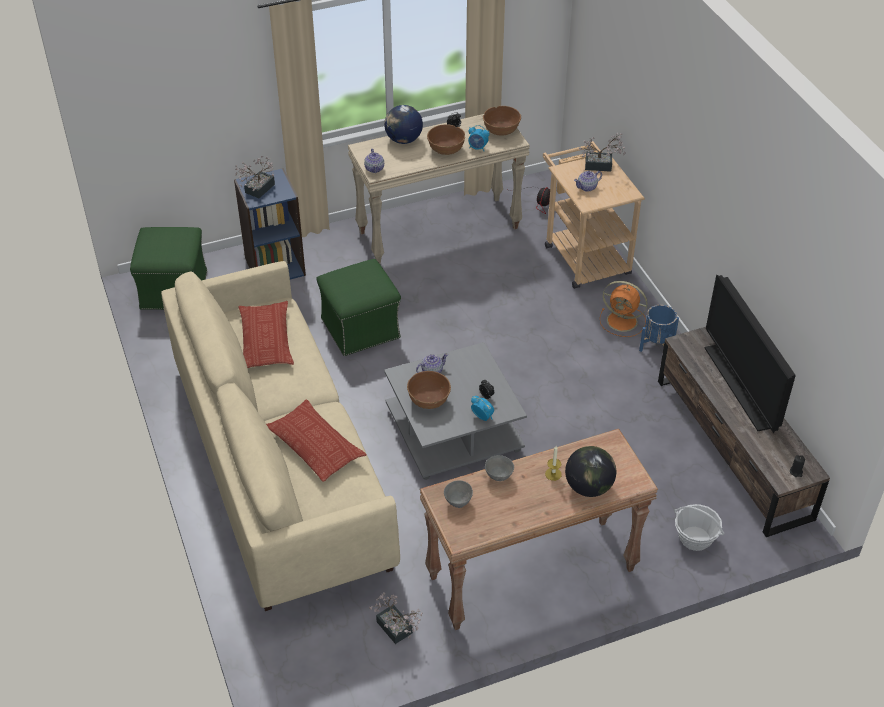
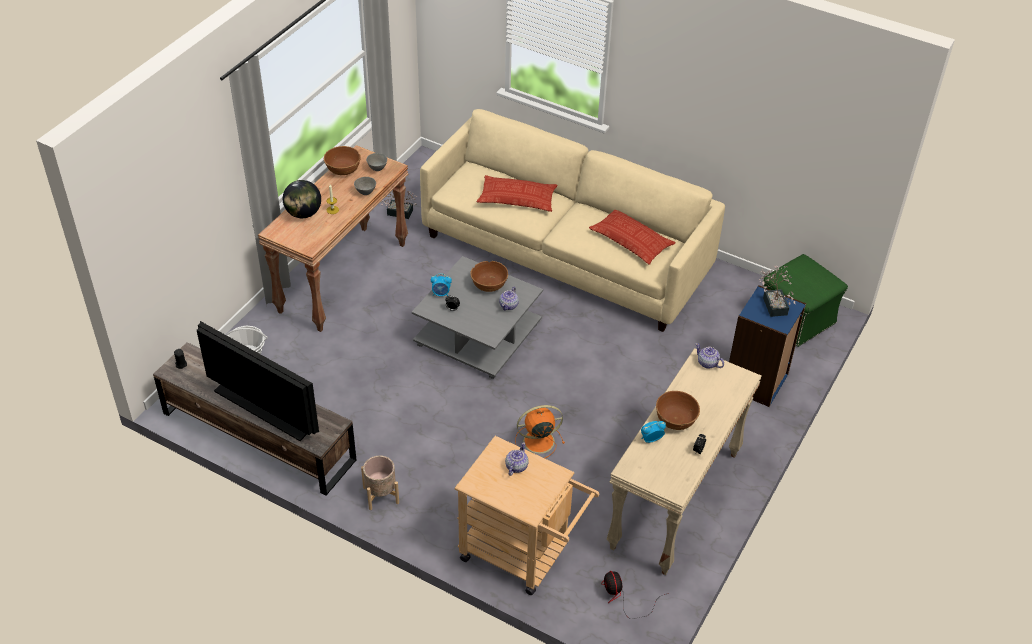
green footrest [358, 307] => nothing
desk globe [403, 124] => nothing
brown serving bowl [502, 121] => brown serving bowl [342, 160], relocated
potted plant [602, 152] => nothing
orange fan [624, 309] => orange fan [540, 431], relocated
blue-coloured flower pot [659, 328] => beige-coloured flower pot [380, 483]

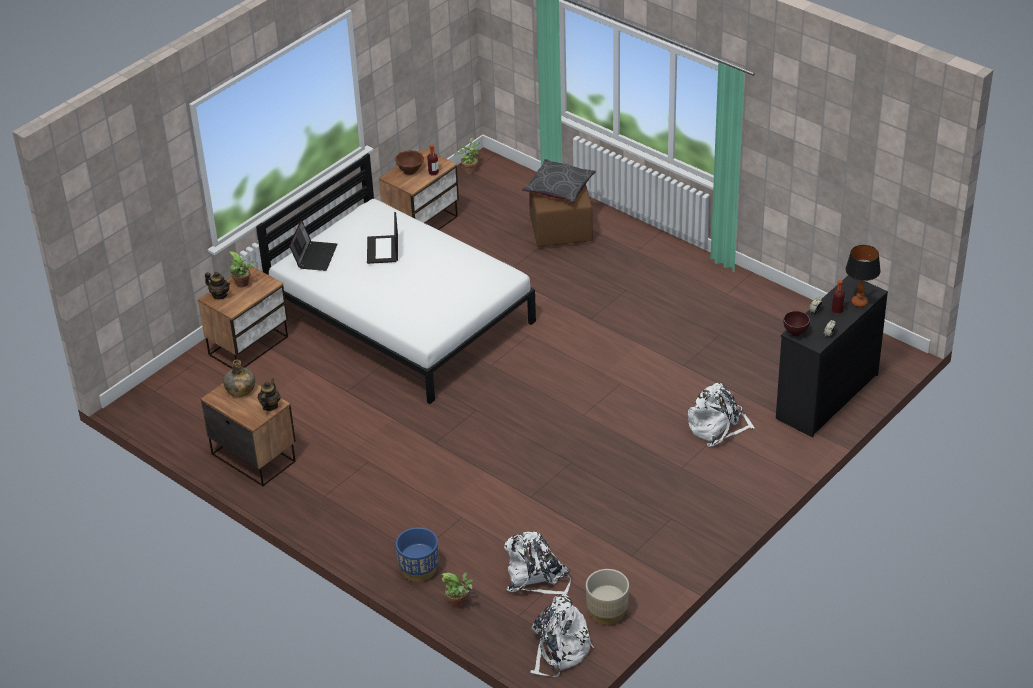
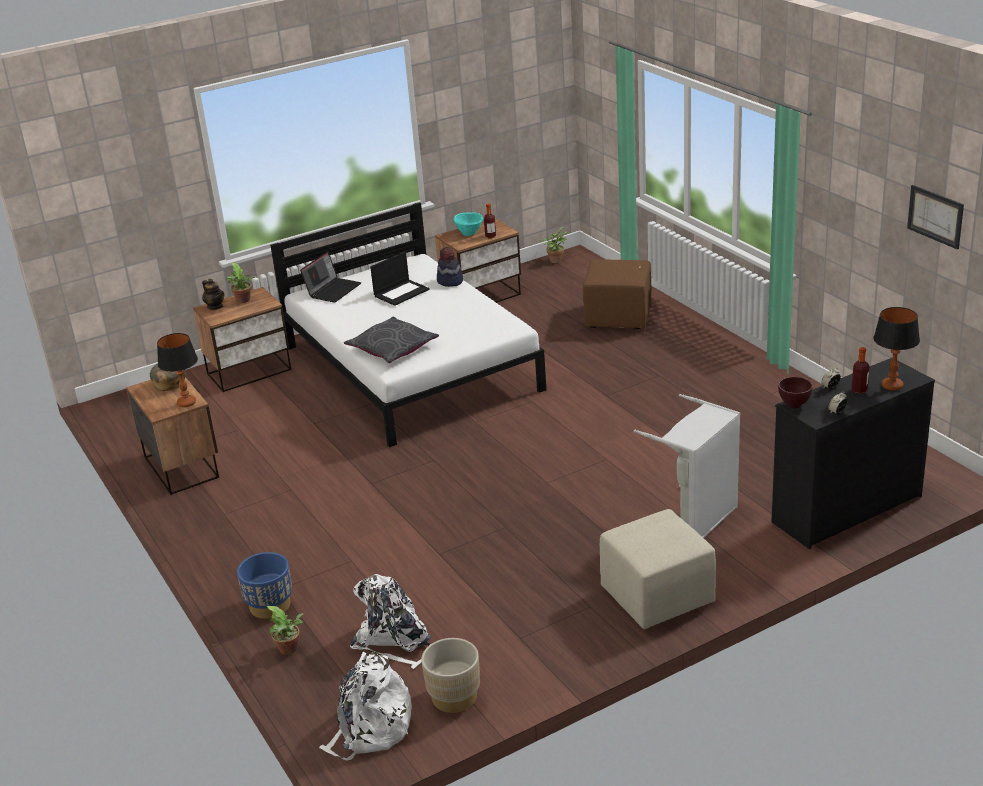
pot for tea [269, 394] => tabletop lamp [177, 370]
portable computer [382, 238] => portable computer [400, 278], 150 degrees counterclockwise
brown serving bowl [409, 162] => turquoise-coloured serving bowl [468, 224]
grey pillow [559, 181] => grey pillow [391, 340], relocated
white rucksack [721, 415] => grey washing basket [687, 466]
nothing => hat [450, 267]
nothing => beige-coloured footrest [658, 569]
nothing => picture [935, 217]

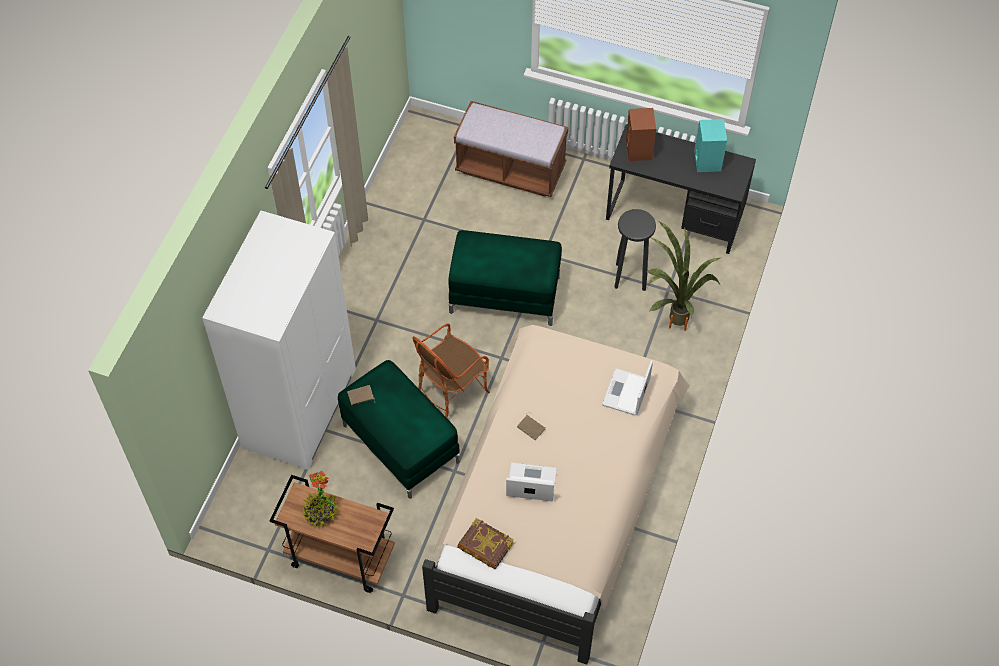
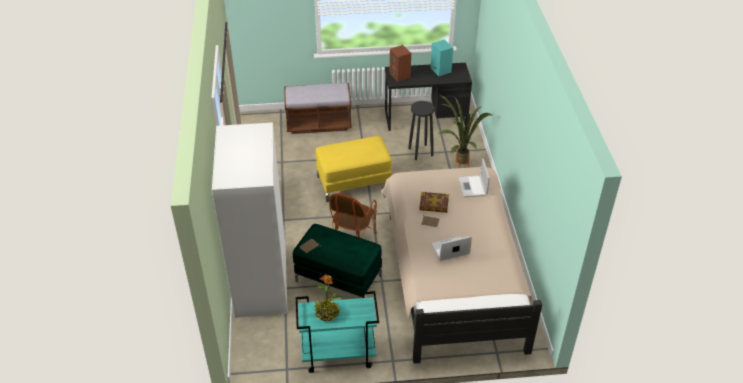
brown trolley [332, 534] => turquoise-coloured trolley [337, 332]
green footrest [505, 278] => yellowish footrest [354, 169]
bound book [485, 543] => bound book [434, 202], relocated

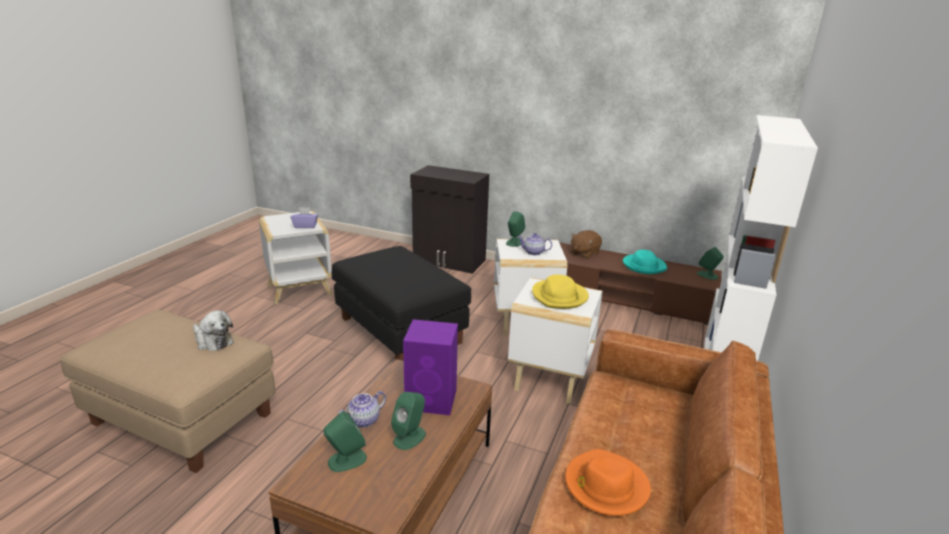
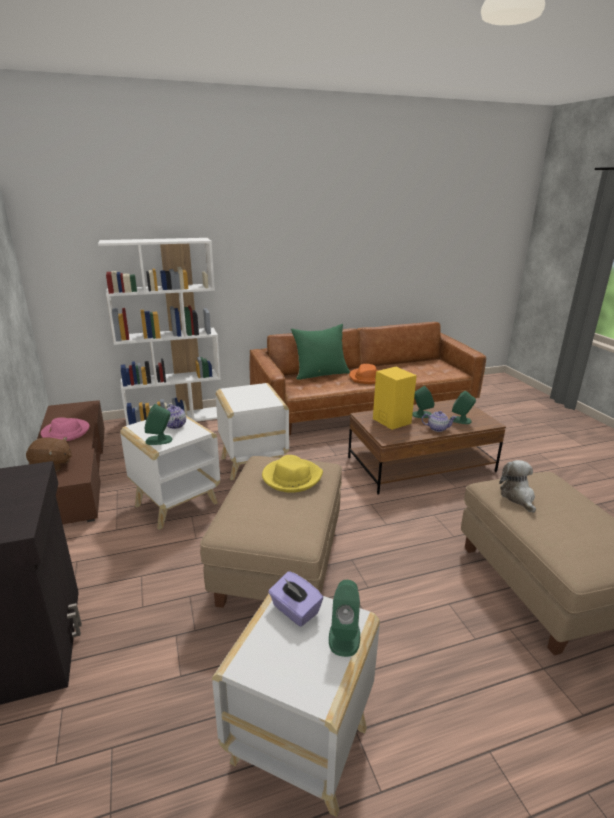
black-coloured footrest [402, 303] => beige-coloured footrest [271, 532]
purple-coloured loudspeaker [430, 367] => yellowish loudspeaker [395, 398]
yellowish hat [560, 291] => yellowish hat [292, 474], relocated
turquoise-coloured hat [645, 262] => pinkish hat [65, 429]
green loudspeaker [710, 263] => green loudspeaker [344, 618], relocated
nothing => green pillow [320, 352]

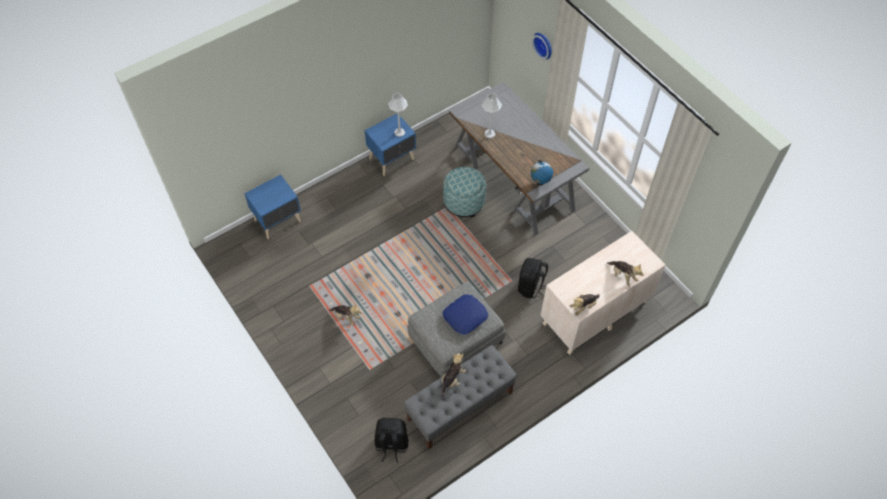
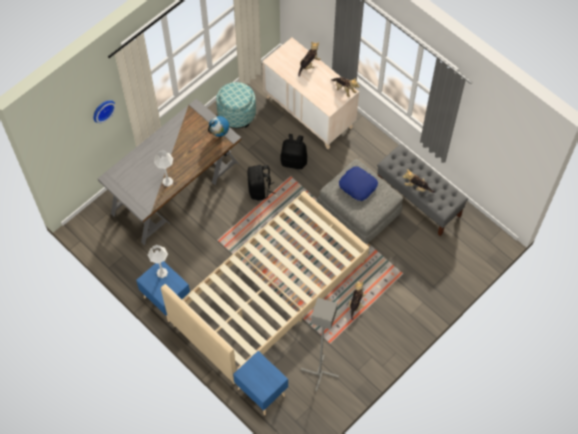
black-coloured rucksack [391, 440] => black-coloured rucksack [261, 183], relocated
footrest [464, 192] => footrest [236, 105], relocated
nothing => beige-coloured bed [265, 287]
nothing => grey standard lamp [320, 344]

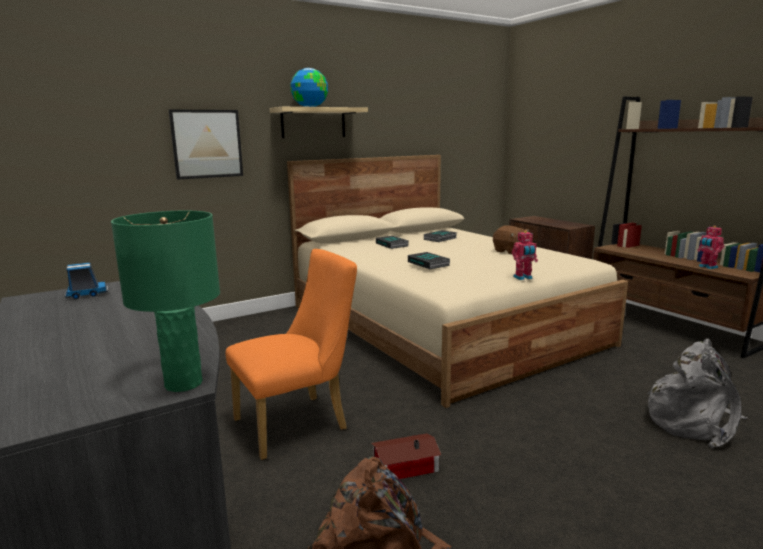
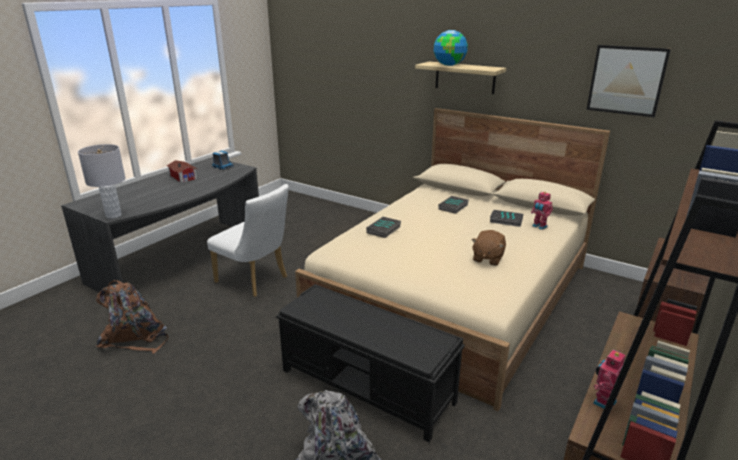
green tabletop lamp [165, 301] => grey tabletop lamp [102, 181]
picture [206, 144] => picture [628, 81], relocated
orange upright chair [291, 354] => white upright chair [248, 240]
miniature house [406, 456] => miniature house [182, 171], relocated
toy robot [525, 255] => toy robot [542, 211], relocated
nothing => black-coloured long seat [370, 363]

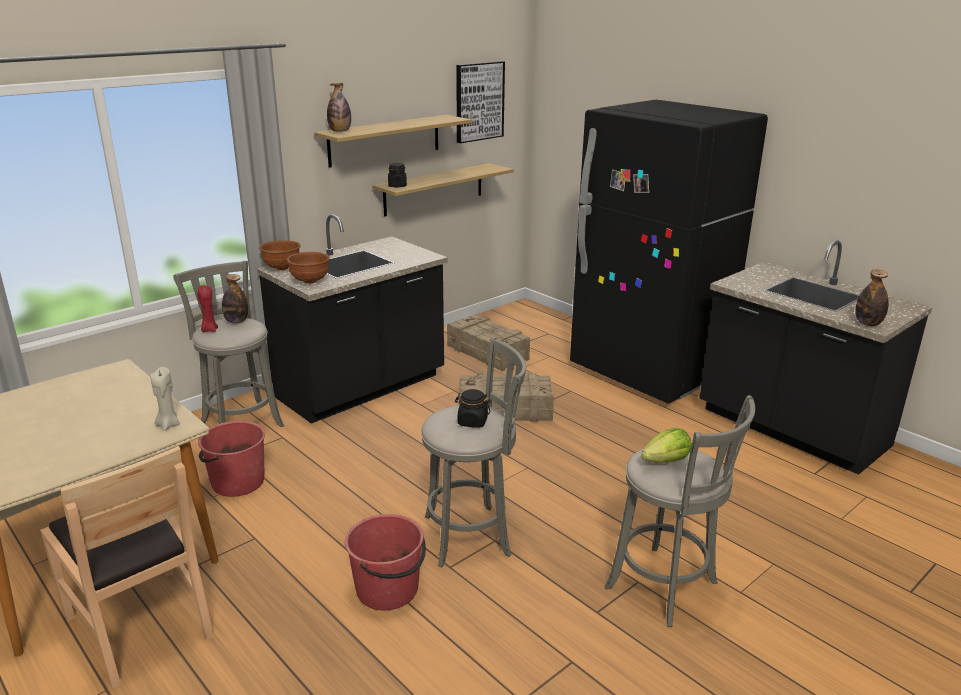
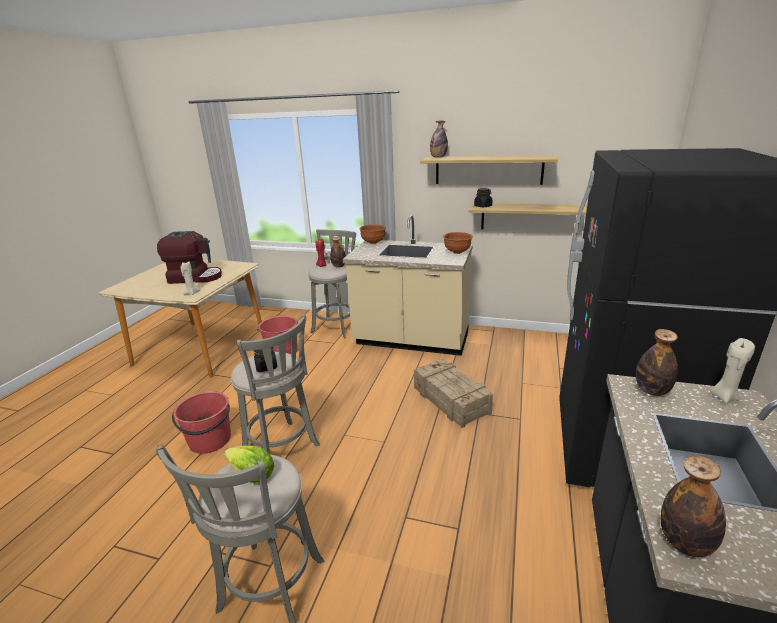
brown upright chair [127, 567] => nothing
black-coloured counter [352, 319] => beige-coloured counter [408, 285]
brown serving bowl [308, 267] => brown serving bowl [458, 243], relocated
shipping crate [488, 343] => nothing
picture [480, 102] => nothing
nothing => coffee brewer [189, 257]
nothing => bottle [657, 362]
nothing => beige-coloured wax candle [732, 370]

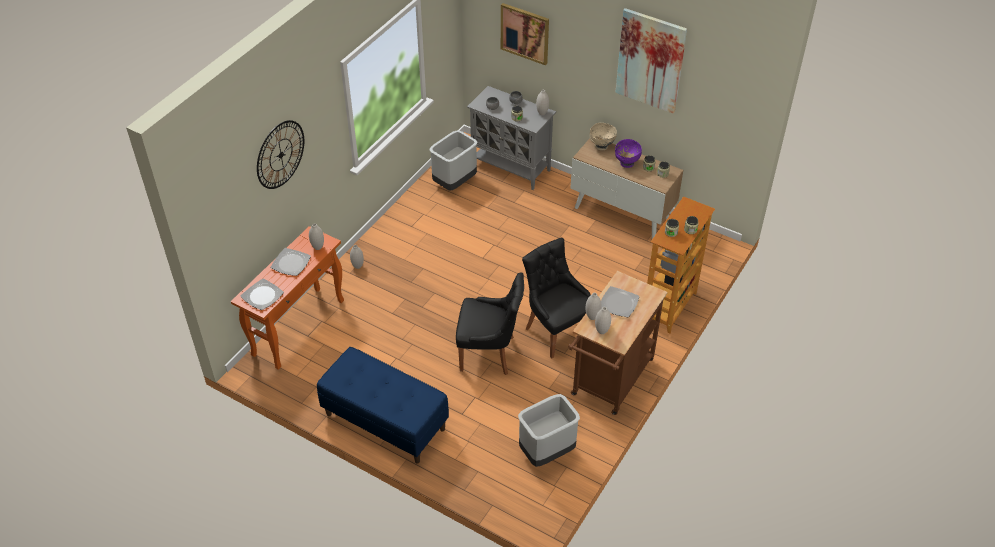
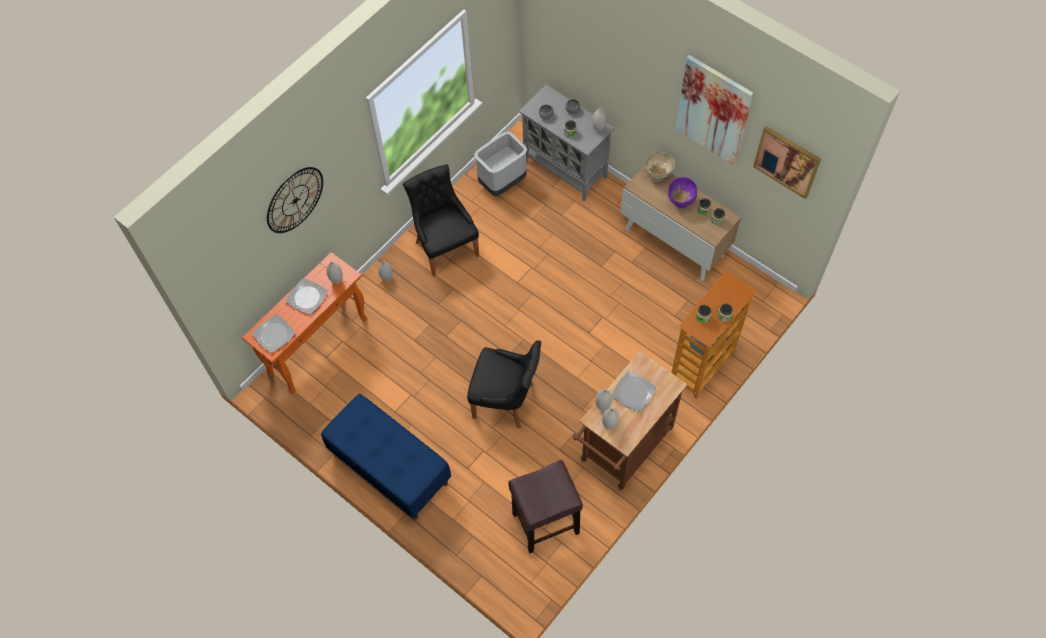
picture [525, 34] => picture [787, 162], relocated
grey rubbish bin [549, 430] => brown stool [545, 507]
black-coloured upright chair [556, 298] => black-coloured upright chair [441, 220], relocated

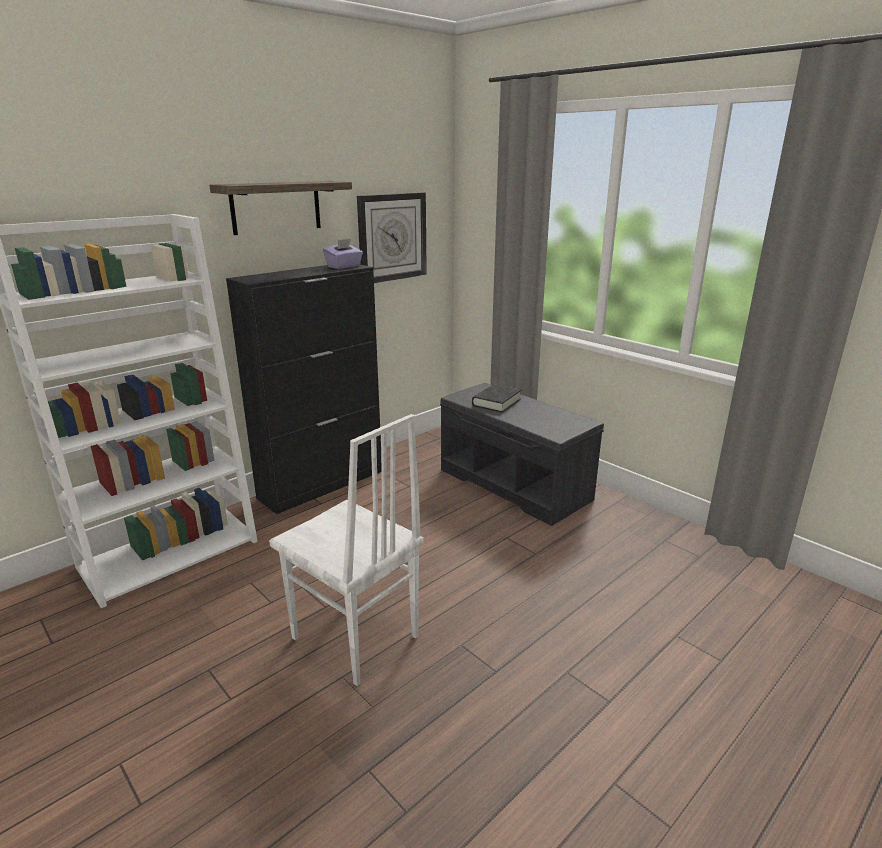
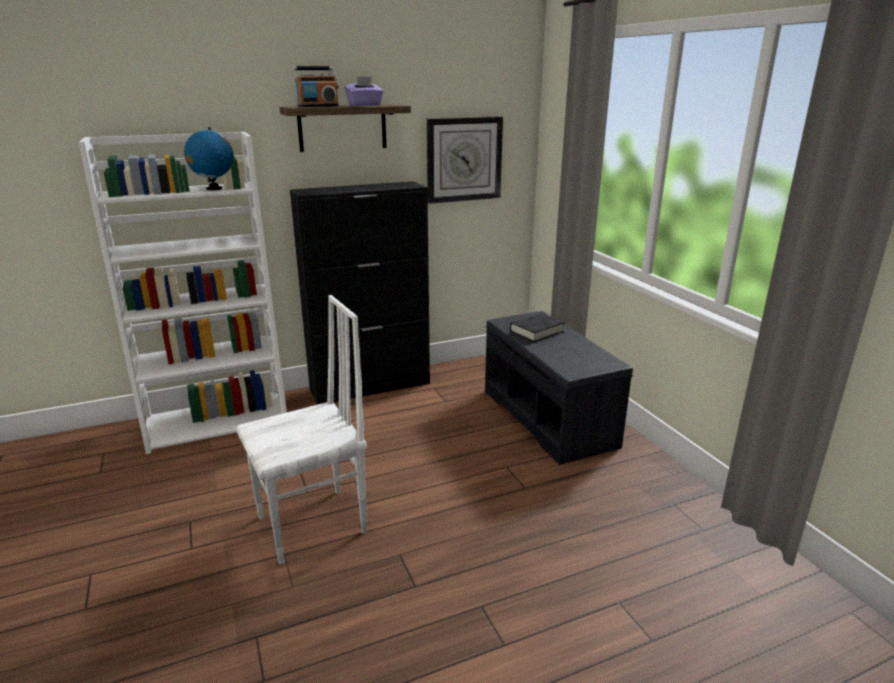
white upright chair [346, 550] => white upright chair [301, 430], 90 degrees counterclockwise
purple-coloured tissue holder [343, 254] => purple-coloured tissue holder [364, 91], relocated
nothing => desk globe [209, 158]
nothing => radio receiver [315, 86]

